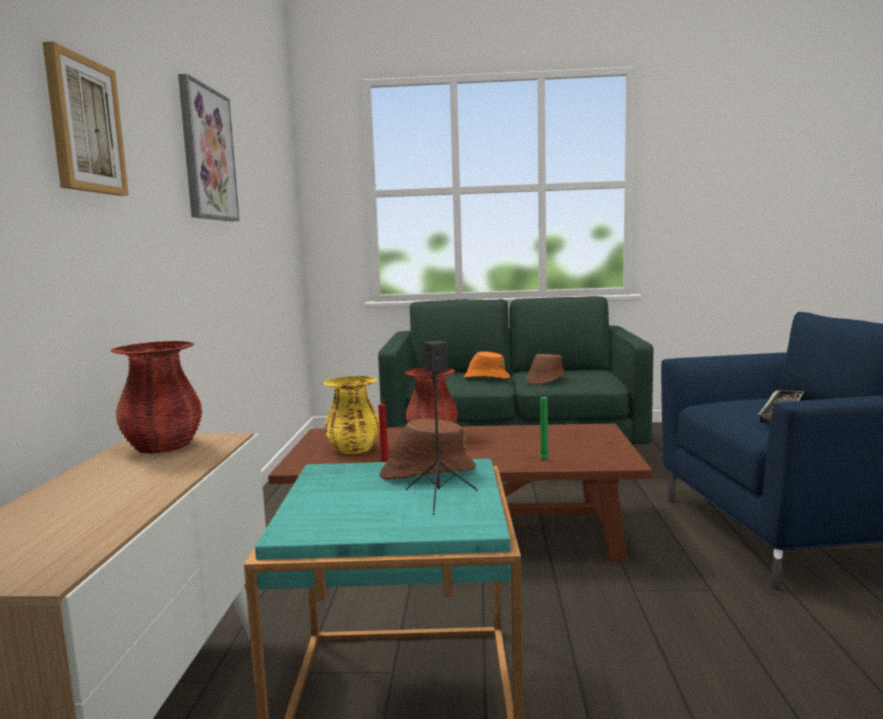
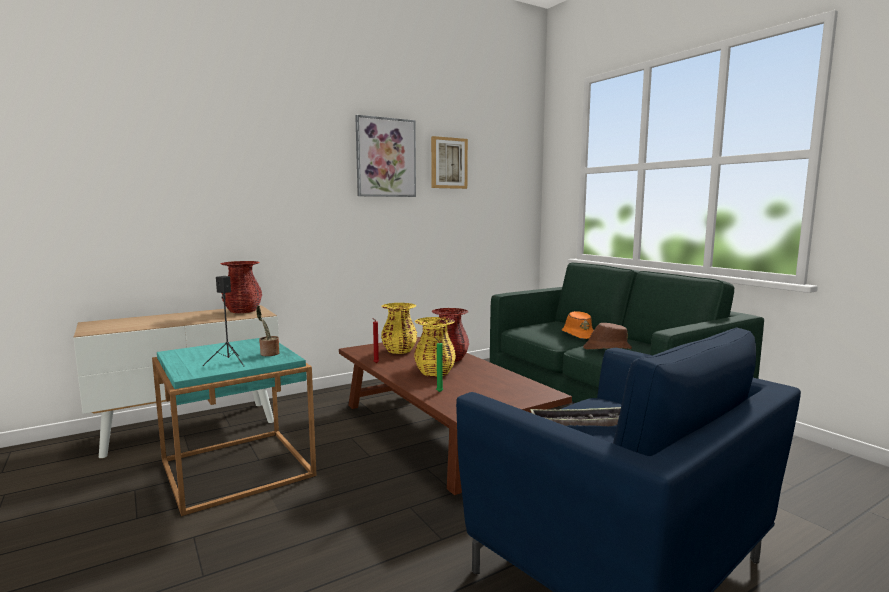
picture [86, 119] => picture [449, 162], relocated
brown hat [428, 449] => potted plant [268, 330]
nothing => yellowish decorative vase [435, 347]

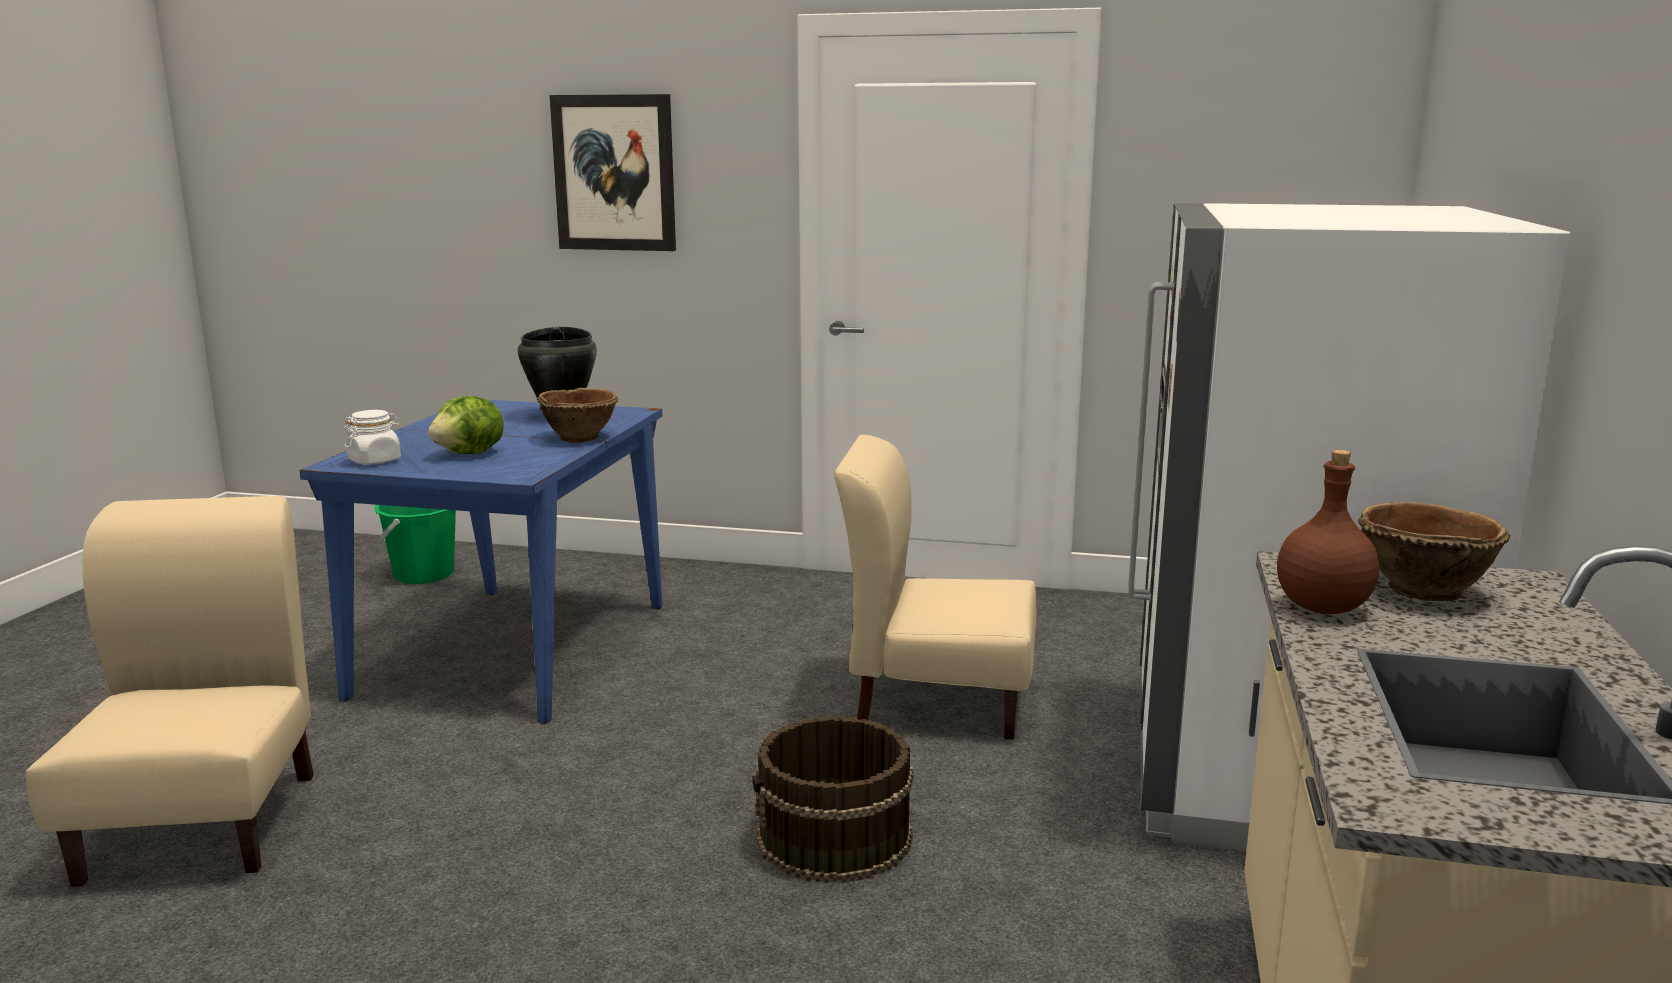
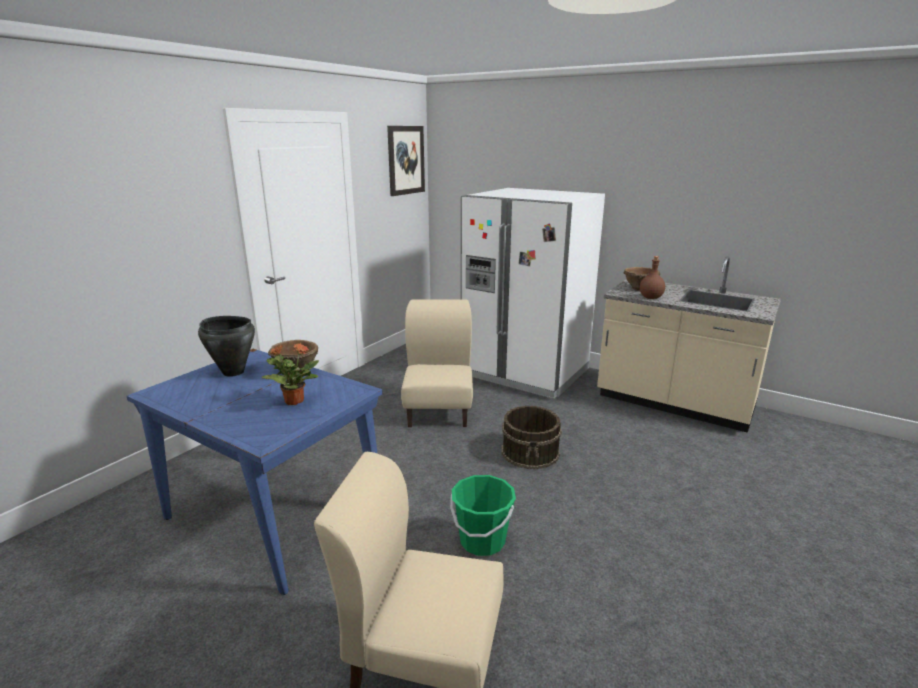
white jar [372, 437] => nothing
green pail [415, 544] => green pail [483, 515], relocated
lettuce [466, 425] => potted plant [290, 374]
picture [613, 172] => picture [406, 161], relocated
beige-coloured upright chair [935, 587] => beige-coloured upright chair [437, 363], 150 degrees clockwise

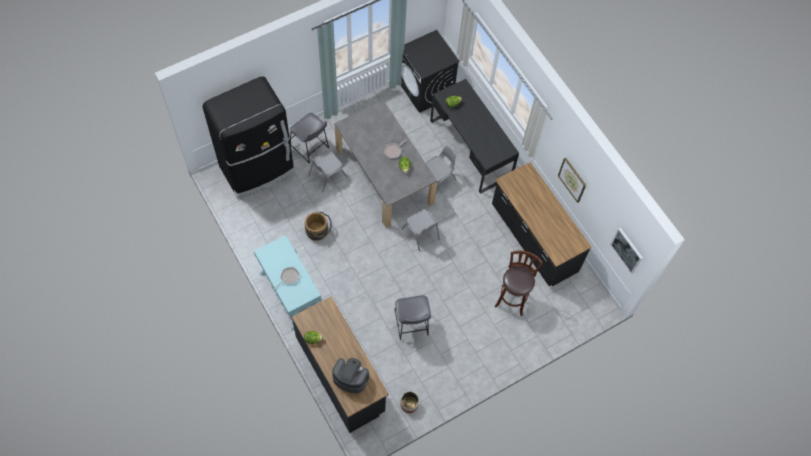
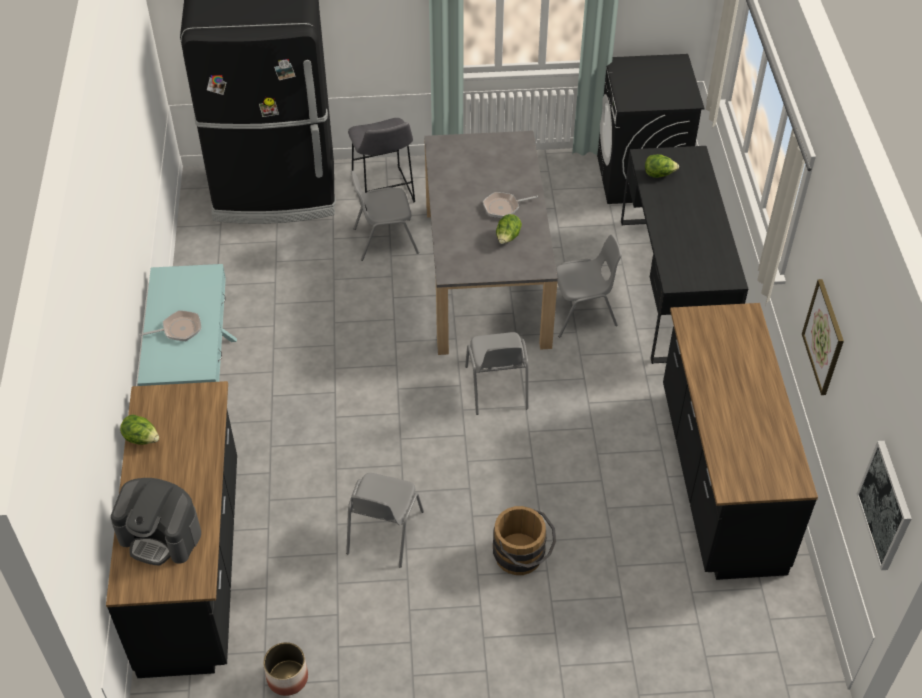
brown pail [318, 226] => brown pail [524, 540], relocated
coffee brewer [350, 375] => coffee brewer [156, 521], 150 degrees clockwise
grey stool [413, 317] => grey upright chair [385, 520]
brown stool [519, 283] => nothing

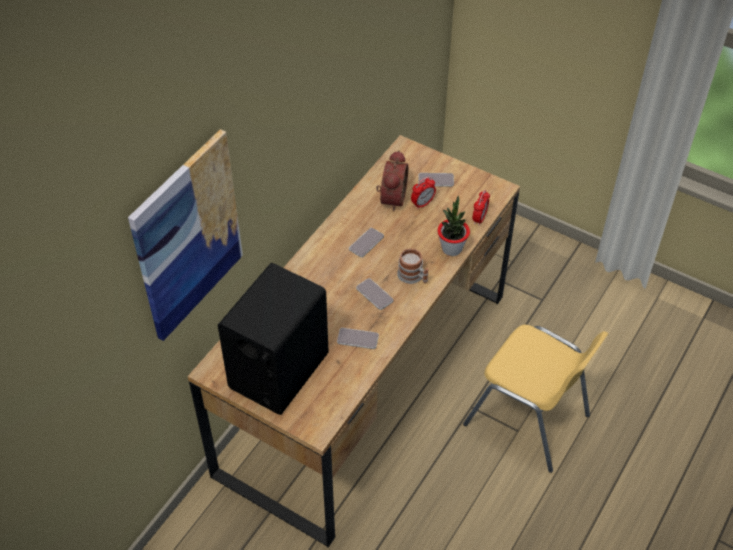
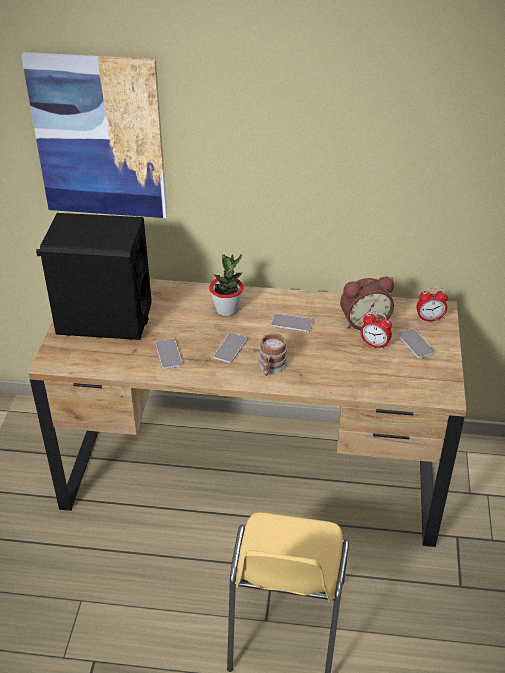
potted plant [453, 226] => potted plant [226, 285], relocated
bedside clock [481, 208] => bedside clock [432, 304], relocated

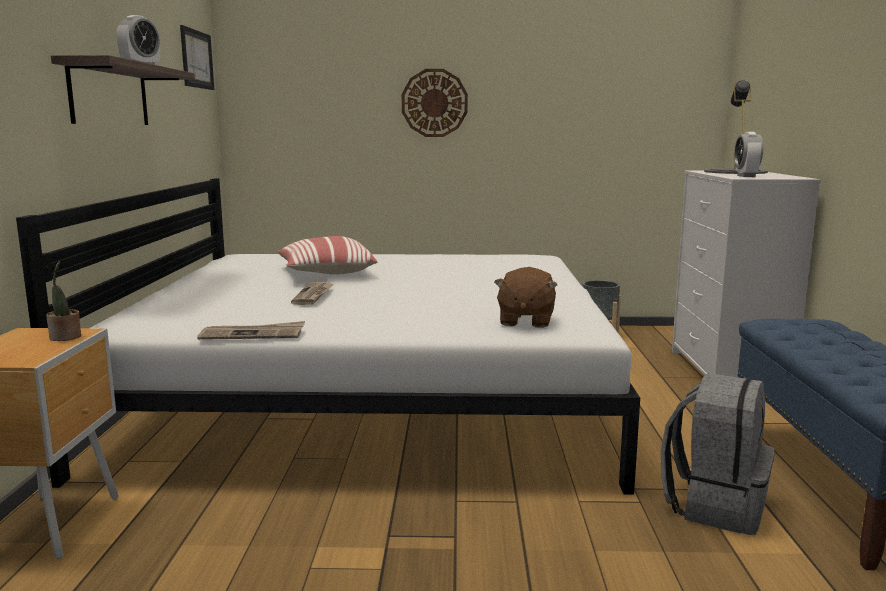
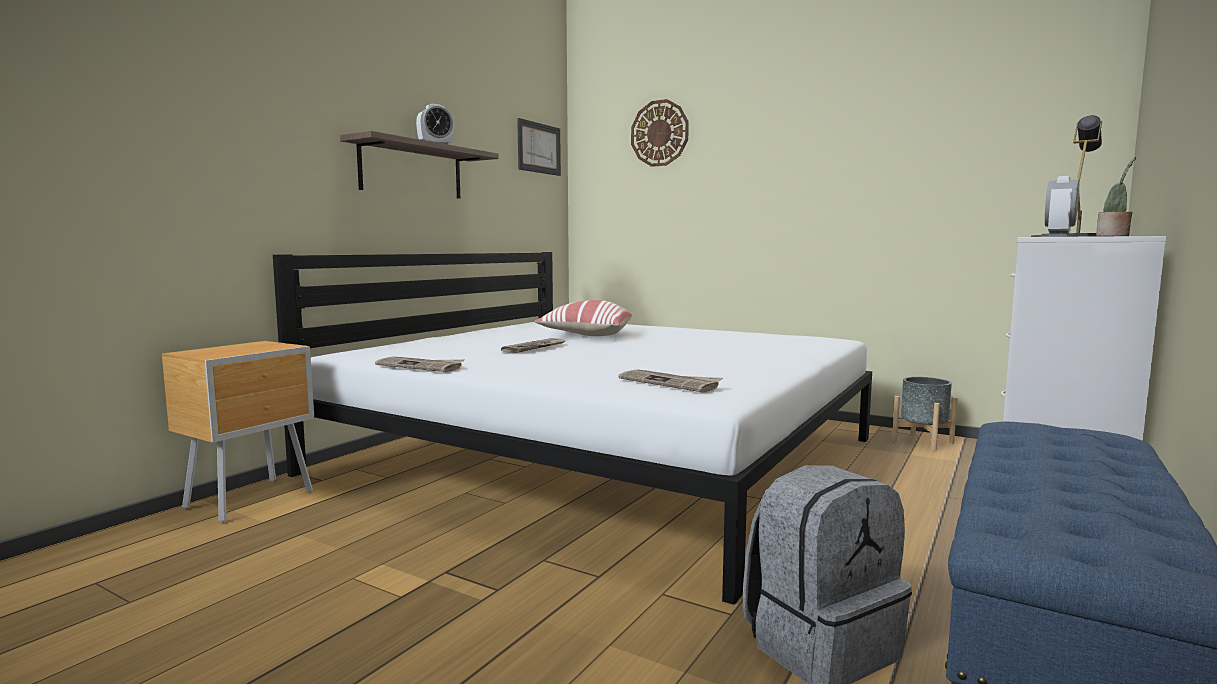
potted plant [63, 301] => potted plant [1116, 196], relocated
hanging clock [435, 103] => hanging clock [660, 133], relocated
brown cuddly toy [525, 297] => daily paper [670, 380]

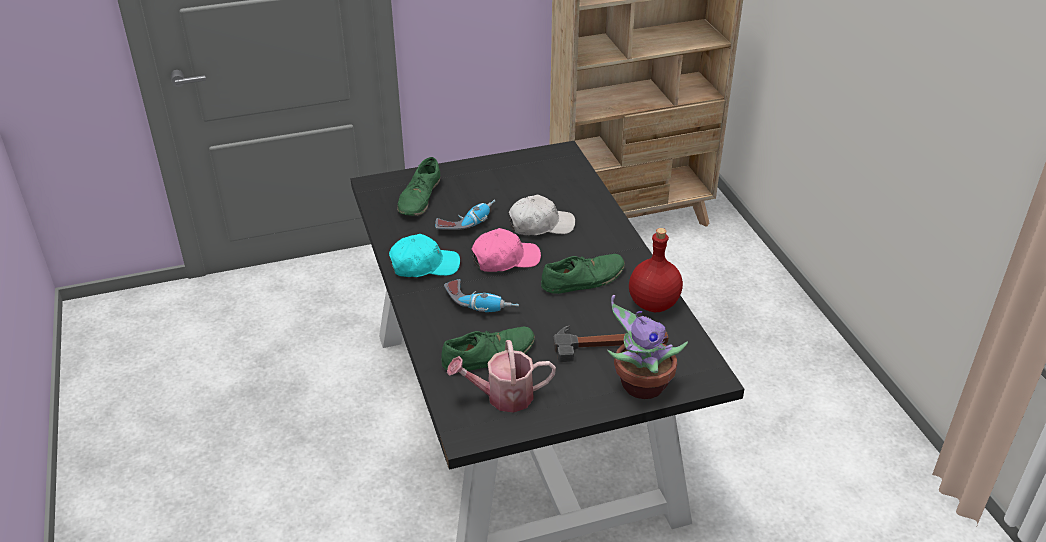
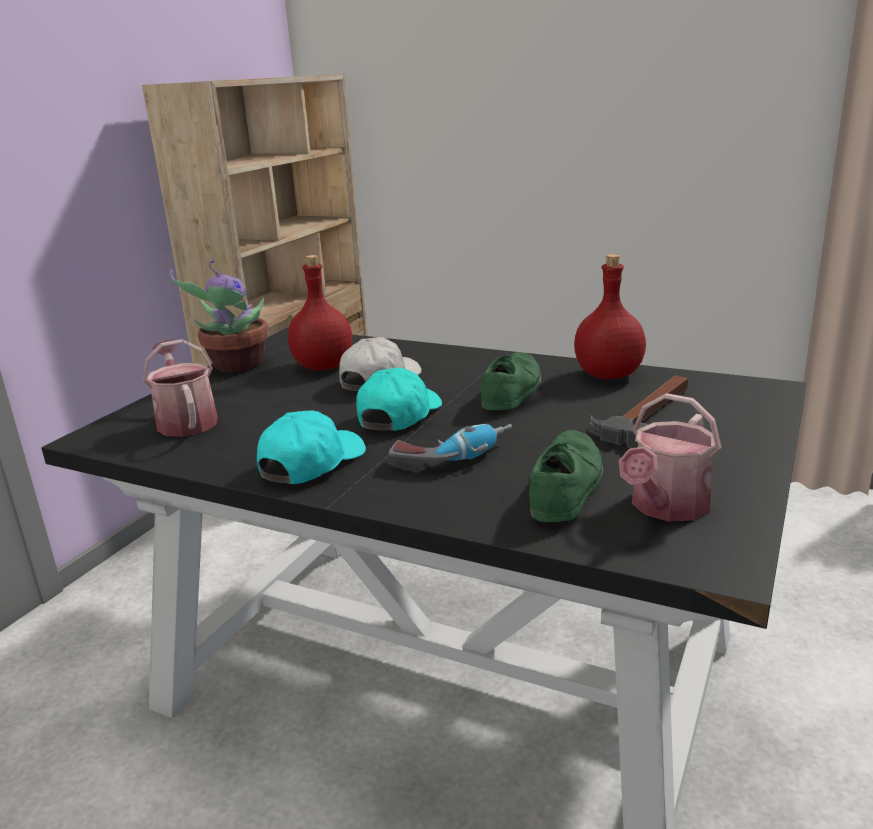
green item of footwear [418, 186] => watering can [180, 388]
electric drill [465, 215] => nothing
pinkish cap [506, 250] => turquoise-coloured cap [399, 399]
potted plant [647, 347] => potted plant [218, 316], relocated
nothing => red bottle [320, 313]

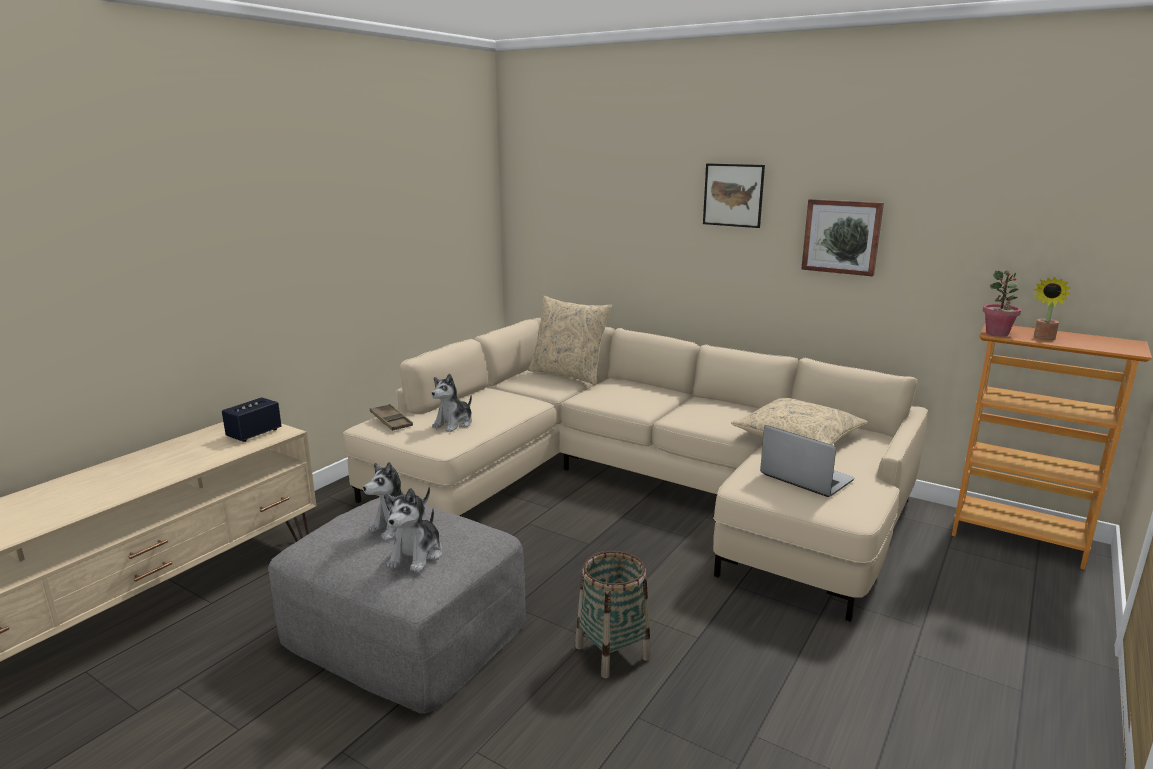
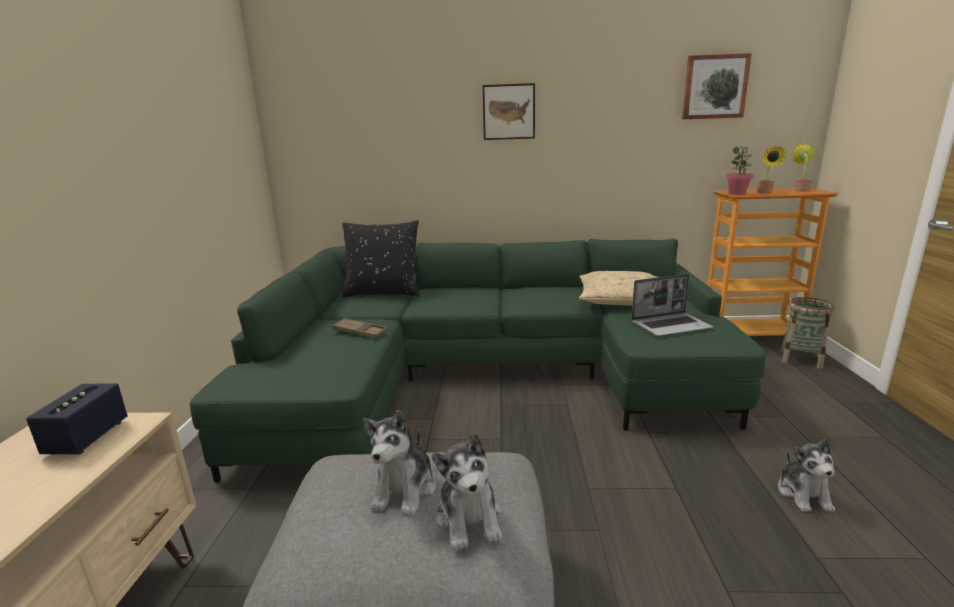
beige-coloured sofa [635, 470] => green sofa [477, 360]
brown carrying tray [391, 417] => brown carrying tray [359, 328], relocated
cuddly toy [451, 402] => cuddly toy [806, 475], relocated
beige-coloured pillow [570, 340] => black-coloured pillow [381, 258]
household basket [613, 614] => household basket [808, 333], relocated
portable computer [807, 461] => portable computer [672, 305], 150 degrees clockwise
picture [842, 237] => picture [717, 86], relocated
nothing => potted plant [803, 168]

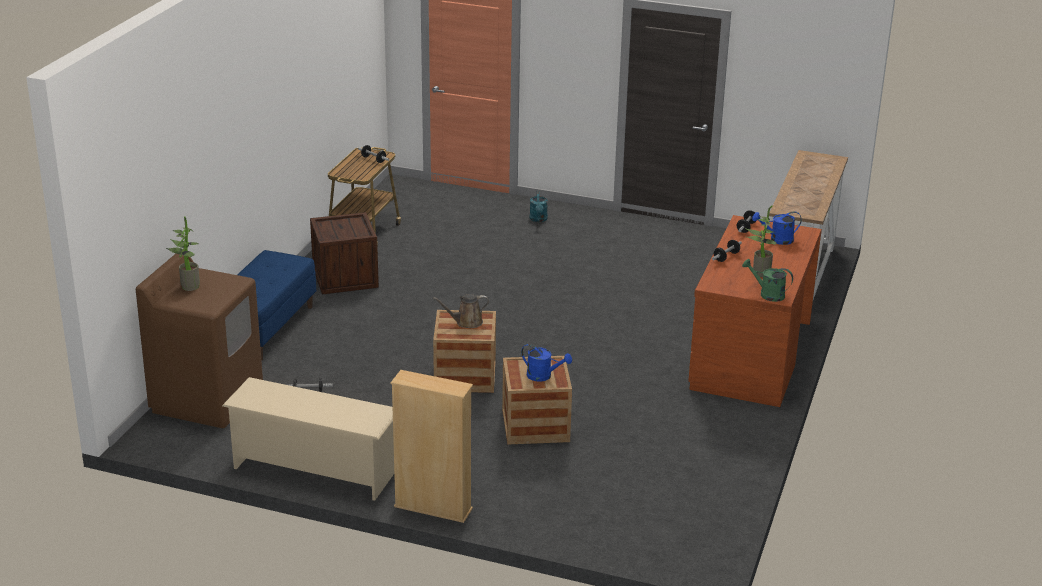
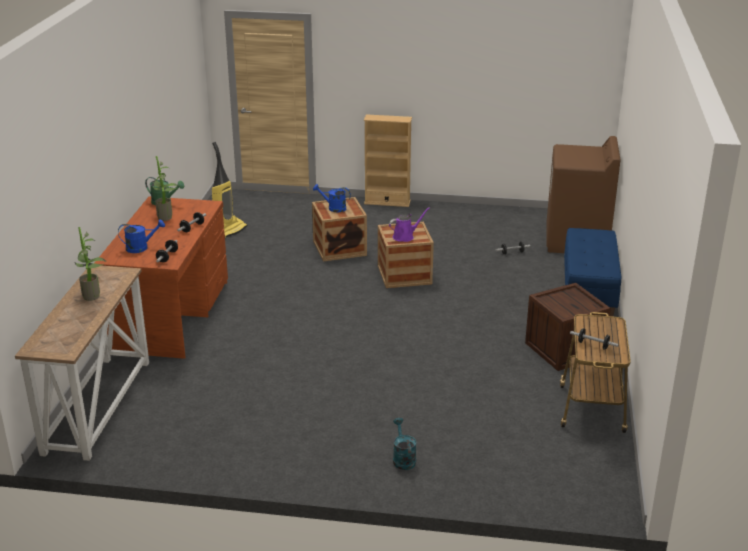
potted plant [183, 253] => potted plant [90, 264], relocated
beige-coloured shoe shelf [308, 439] => nothing
brown watering can [461, 311] => purple-coloured watering can [409, 224]
nothing => vacuum [229, 189]

